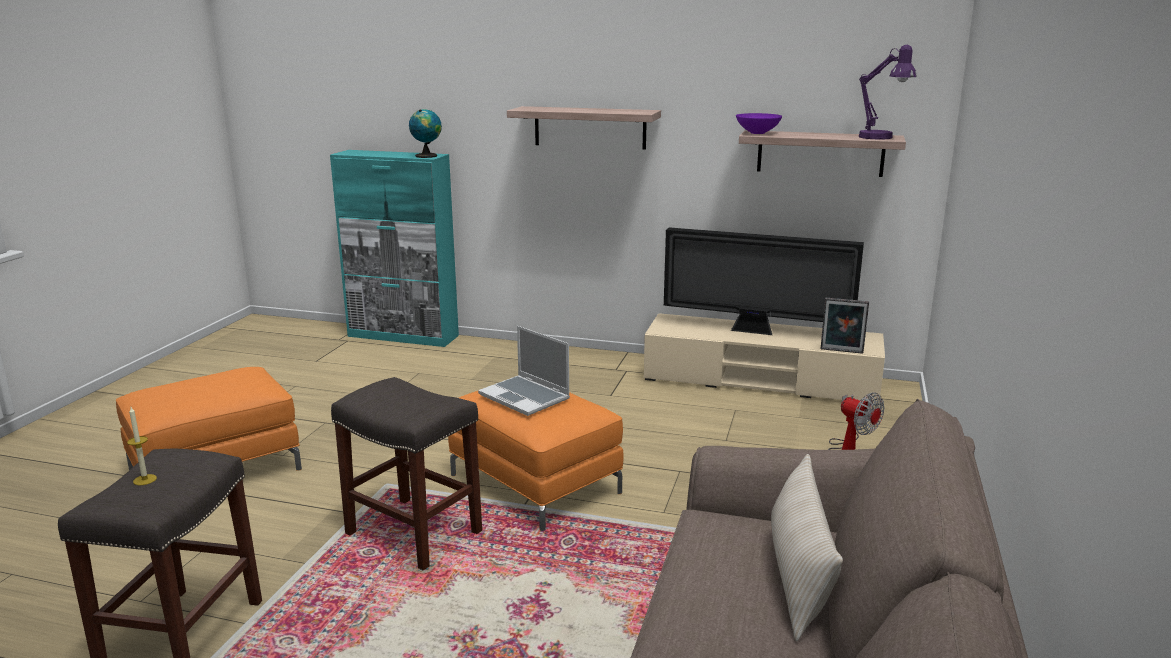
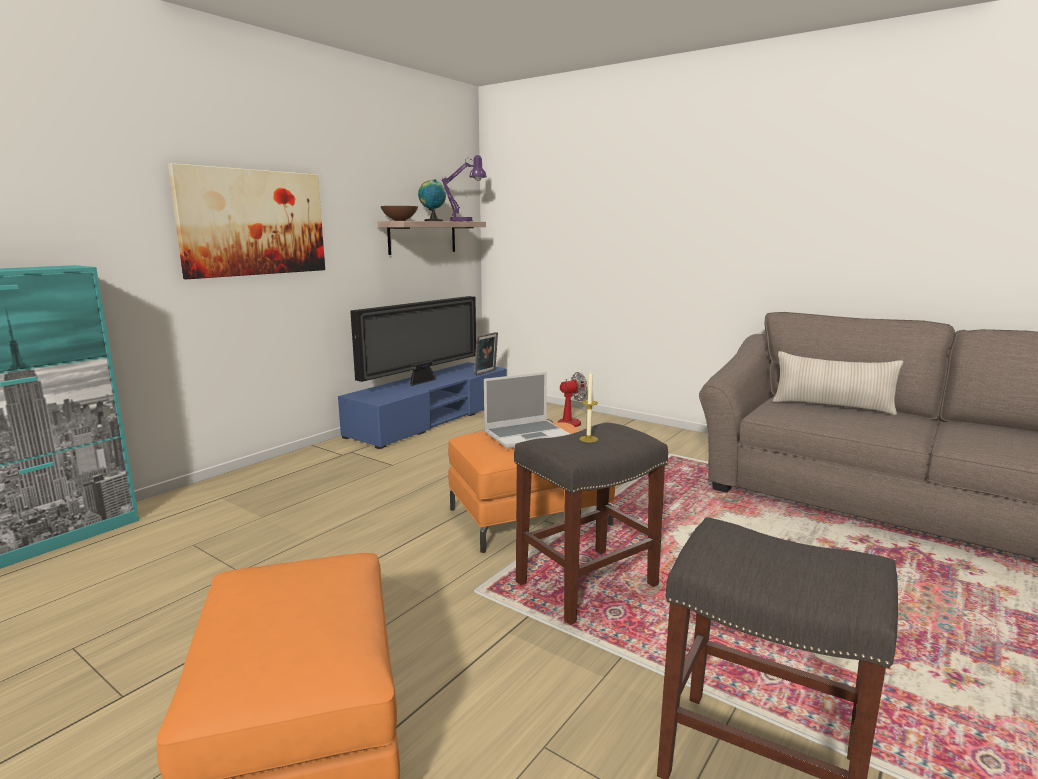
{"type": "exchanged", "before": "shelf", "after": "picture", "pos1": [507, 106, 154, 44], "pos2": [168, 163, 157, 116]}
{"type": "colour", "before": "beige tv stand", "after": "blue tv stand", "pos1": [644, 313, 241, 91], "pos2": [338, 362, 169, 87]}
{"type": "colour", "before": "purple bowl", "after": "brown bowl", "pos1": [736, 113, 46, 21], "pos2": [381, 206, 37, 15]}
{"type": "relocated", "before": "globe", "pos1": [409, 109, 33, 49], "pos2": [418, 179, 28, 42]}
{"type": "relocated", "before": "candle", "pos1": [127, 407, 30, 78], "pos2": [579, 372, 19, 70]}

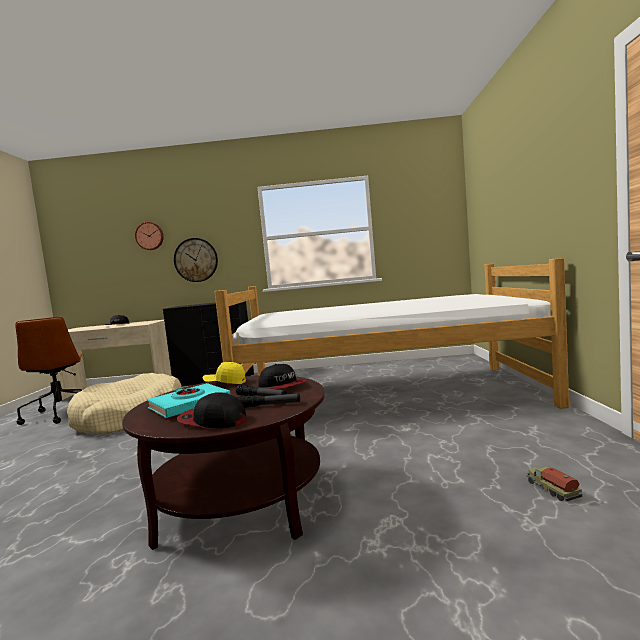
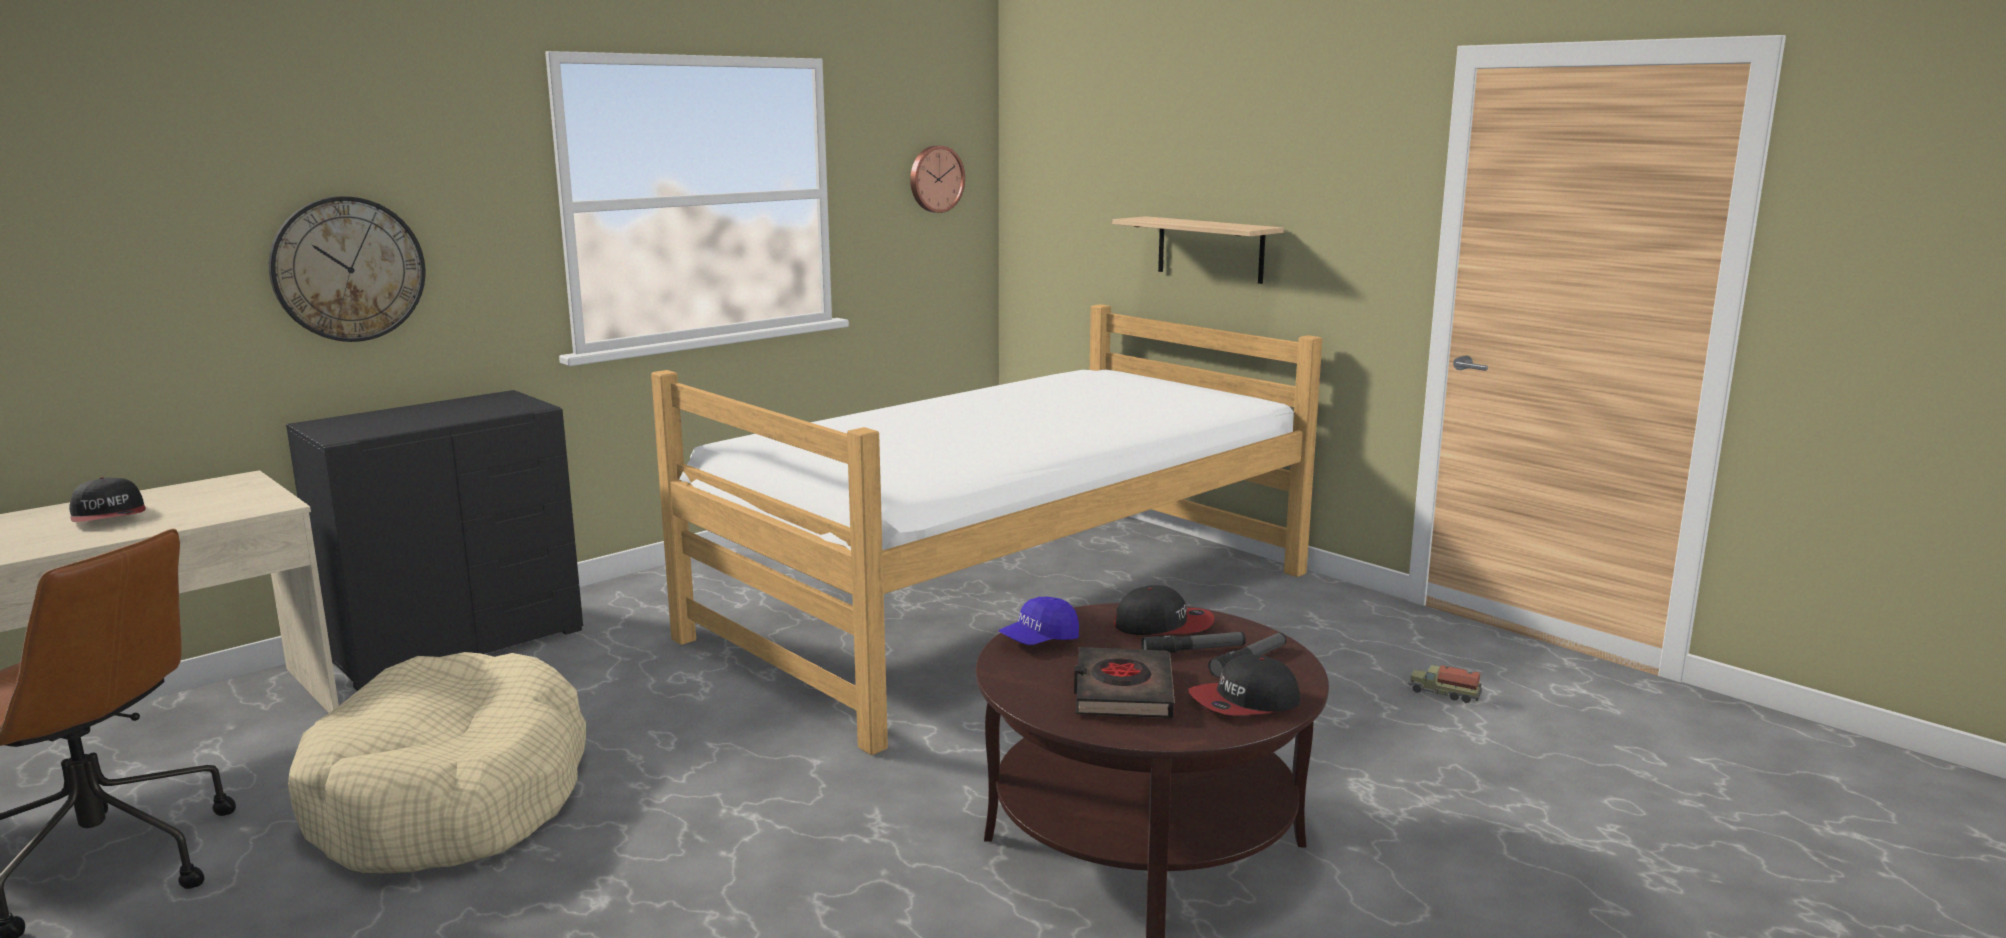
{"type": "relocated", "before": "wall clock", "pos1": [135, 222, 29, 28], "pos2": [910, 146, 55, 67]}
{"type": "colour", "before": "yellow cap", "after": "blue cap", "pos1": [203, 362, 43, 22], "pos2": [998, 597, 81, 48]}
{"type": "colour", "before": "turquoise book", "after": "black book", "pos1": [147, 383, 83, 35], "pos2": [1074, 647, 101, 71]}
{"type": "appeared", "after": "shelf", "pos2": [1112, 216, 172, 68]}

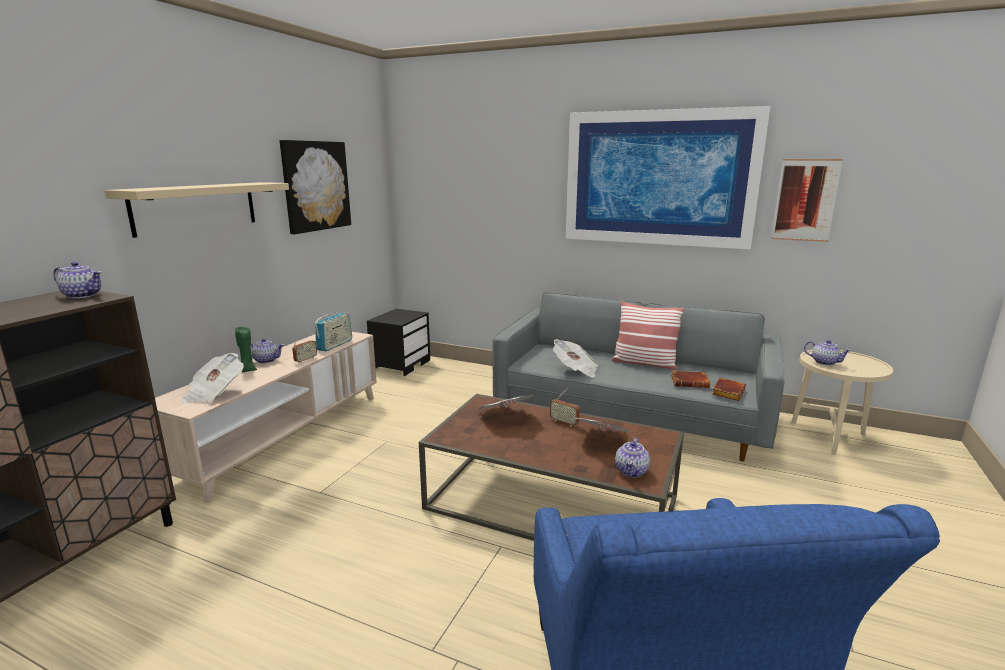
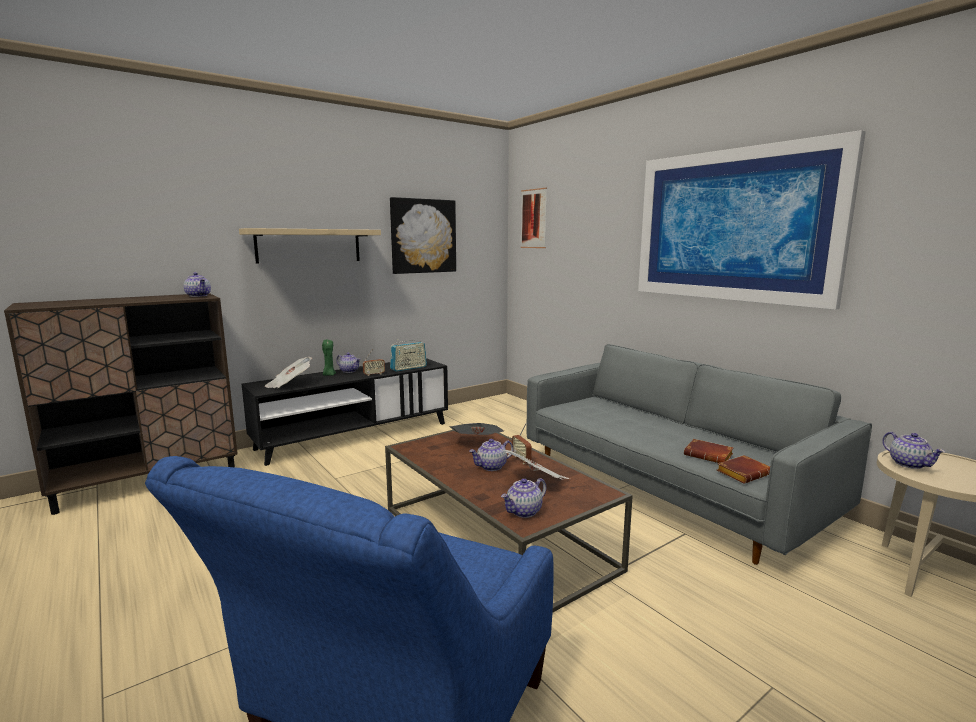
{"type": "colour", "before": "beige tv stand", "after": "black tv stand", "pos1": [155, 332, 222, 171], "pos2": [242, 358, 206, 108]}
{"type": "appeared", "after": "teapot", "pos2": [469, 439, 45, 32]}
{"type": "relocated", "before": "picture", "pos1": [771, 159, 72, 83], "pos2": [521, 188, 26, 60]}
{"type": "missing", "before": "black nightstand", "pos1": [367, 309, 63, 67]}
{"type": "missing", "before": "newspaper", "pos1": [553, 339, 45, 38]}
{"type": "missing", "before": "pillow", "pos1": [611, 301, 74, 69]}

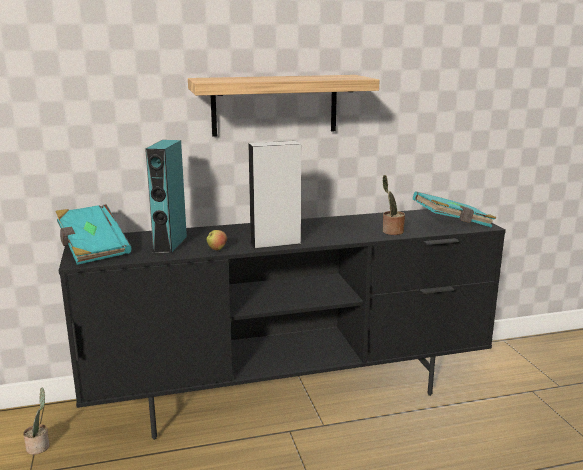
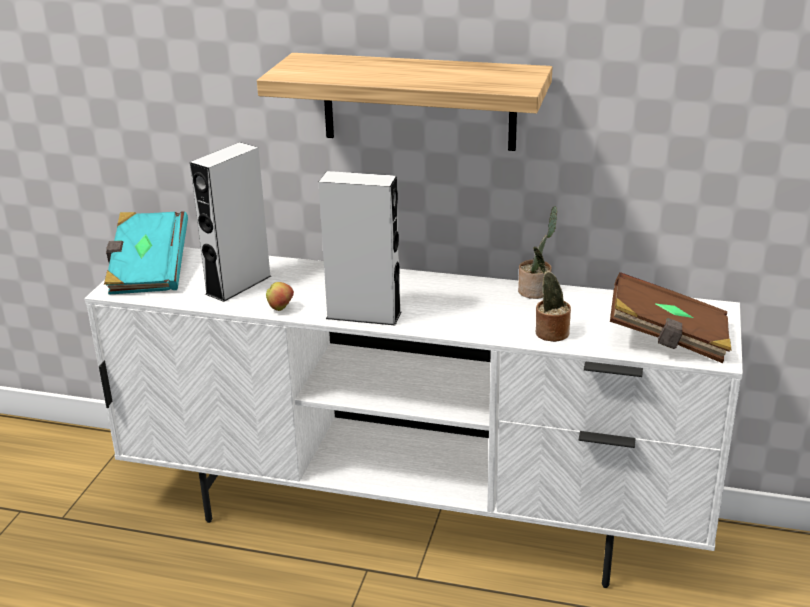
{"type": "colour", "before": "black tv stand", "after": "white tv stand", "pos1": [59, 209, 447, 231], "pos2": [84, 247, 659, 341]}
{"type": "colour", "before": "turquoise speaker", "after": "grey speaker", "pos1": [145, 140, 42, 114], "pos2": [190, 142, 81, 160]}
{"type": "relocated", "before": "potted plant", "pos1": [23, 388, 27, 67], "pos2": [518, 206, 39, 93]}
{"type": "colour", "before": "turquoise book", "after": "brown book", "pos1": [413, 191, 83, 37], "pos2": [610, 272, 122, 91]}

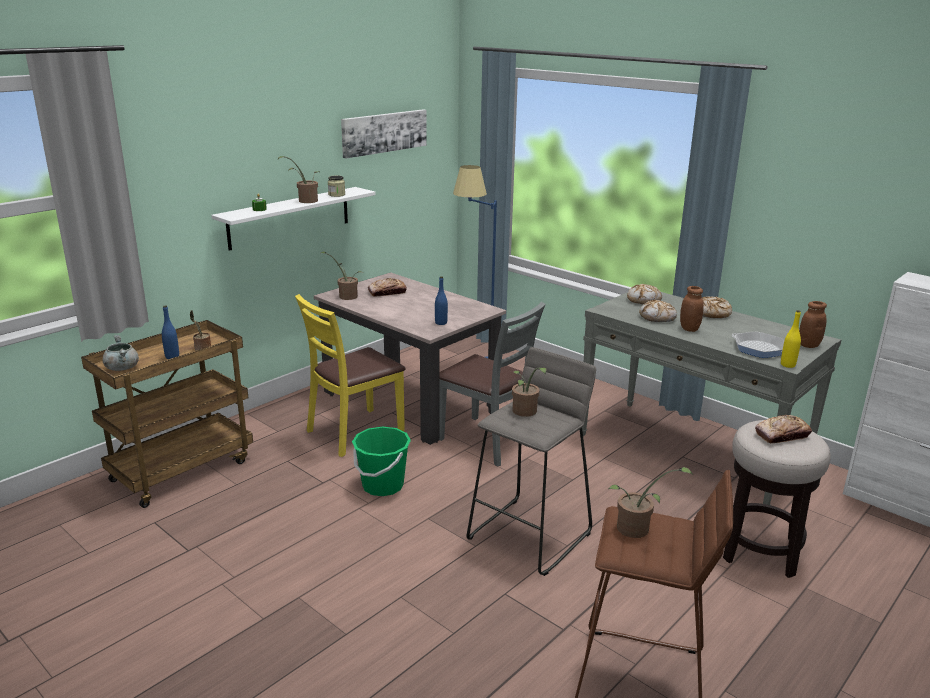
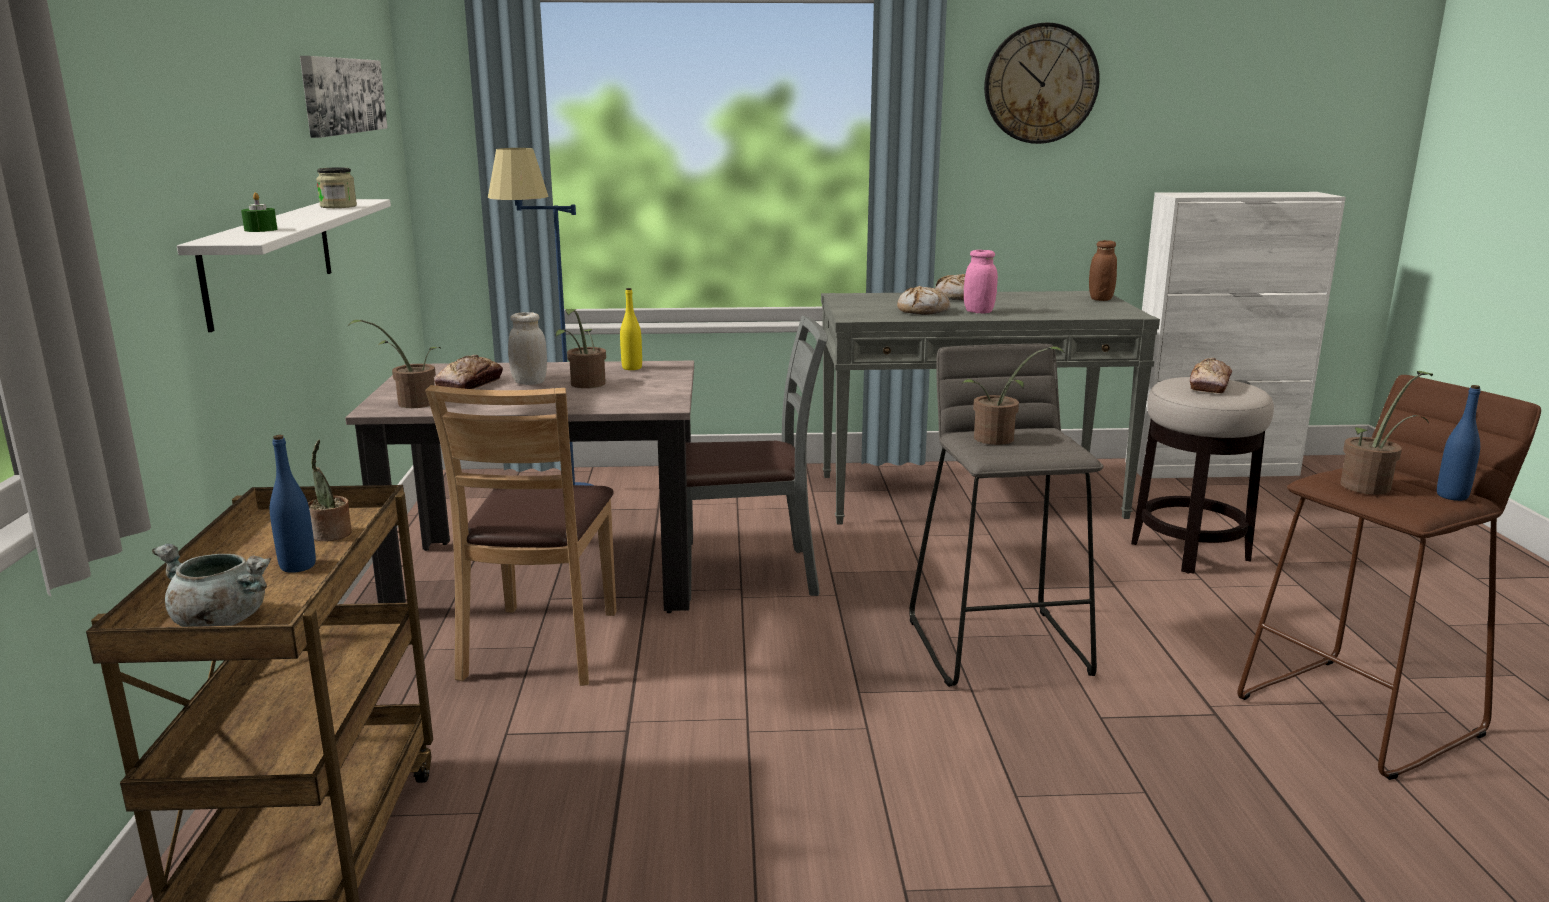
{"type": "colour", "before": "yellow chair", "after": "brown chair", "pos1": [295, 294, 111, 163], "pos2": [425, 385, 191, 301]}
{"type": "appeared", "after": "white jar", "pos2": [508, 312, 39, 73]}
{"type": "relocated", "before": "potted plant", "pos1": [278, 156, 40, 47], "pos2": [555, 308, 51, 80]}
{"type": "relocated", "before": "yellow bottle", "pos1": [781, 310, 20, 58], "pos2": [620, 288, 22, 82]}
{"type": "colour", "before": "brown jar", "after": "pink jar", "pos1": [680, 286, 24, 46], "pos2": [964, 250, 34, 63]}
{"type": "appeared", "after": "wall clock", "pos2": [984, 22, 116, 122]}
{"type": "relocated", "before": "blue bottle", "pos1": [435, 276, 13, 49], "pos2": [1437, 385, 44, 116]}
{"type": "missing", "before": "green bucket", "pos1": [352, 426, 59, 70]}
{"type": "missing", "before": "bread", "pos1": [627, 284, 35, 20]}
{"type": "missing", "before": "frying pan", "pos1": [732, 331, 52, 27]}

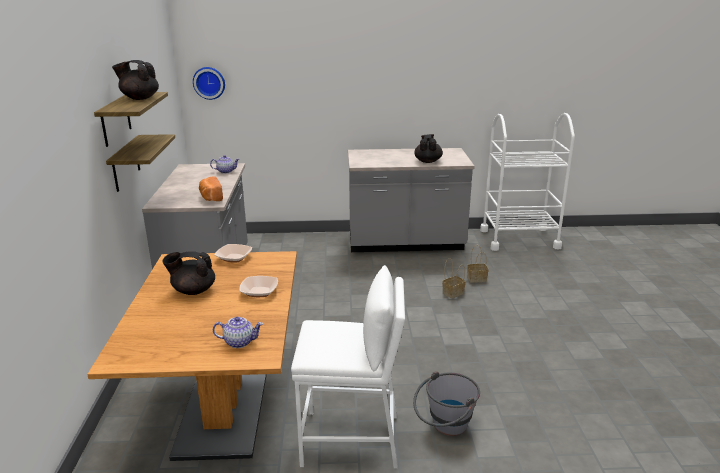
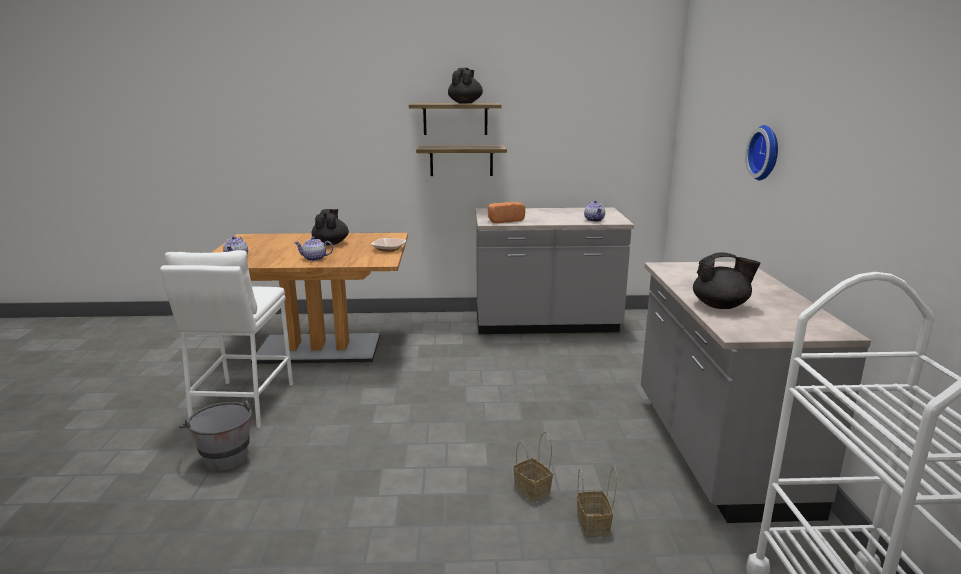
{"type": "exchanged", "before": "bowl", "after": "teapot", "pos1": [239, 276, 39, 21], "pos2": [294, 237, 39, 24]}
{"type": "relocated", "before": "wall clock", "pos1": [193, 67, 32, 33], "pos2": [746, 125, 32, 55]}

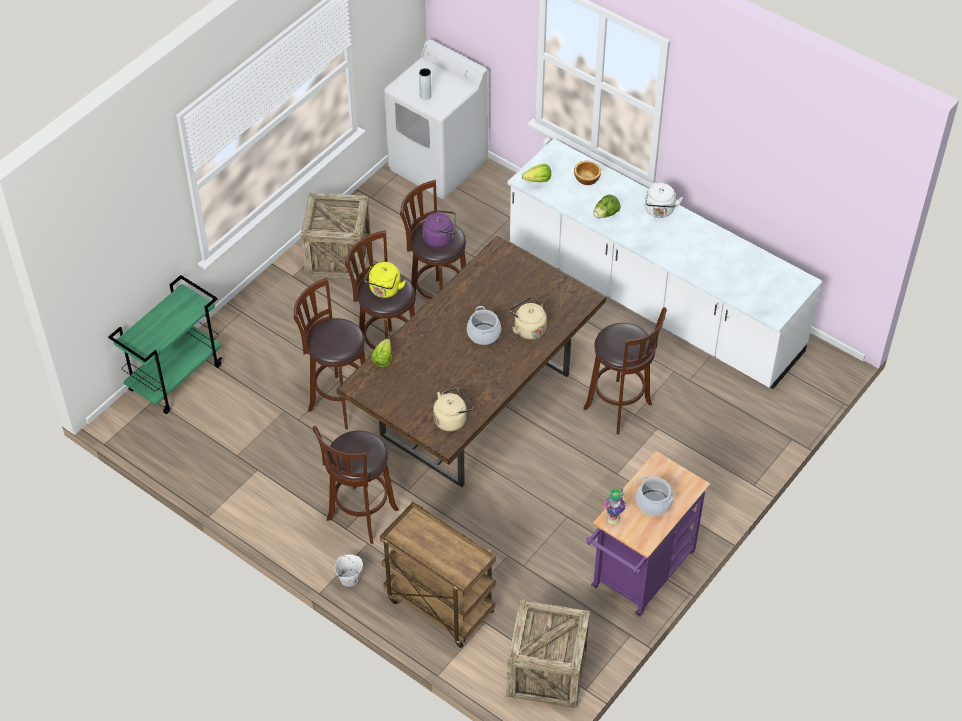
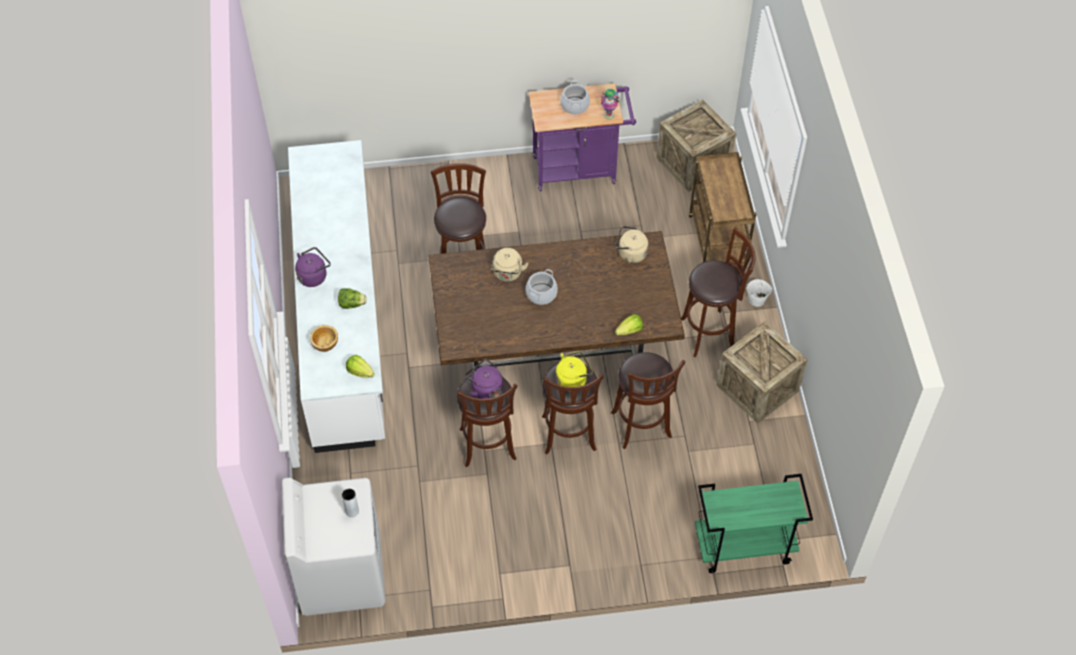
{"type": "colour", "before": "white kettle", "after": "purple kettle", "pos1": [645, 183, 38, 35], "pos2": [295, 247, 36, 40]}
{"type": "relocated", "before": "crate", "pos1": [301, 193, 70, 86], "pos2": [716, 321, 92, 103]}

